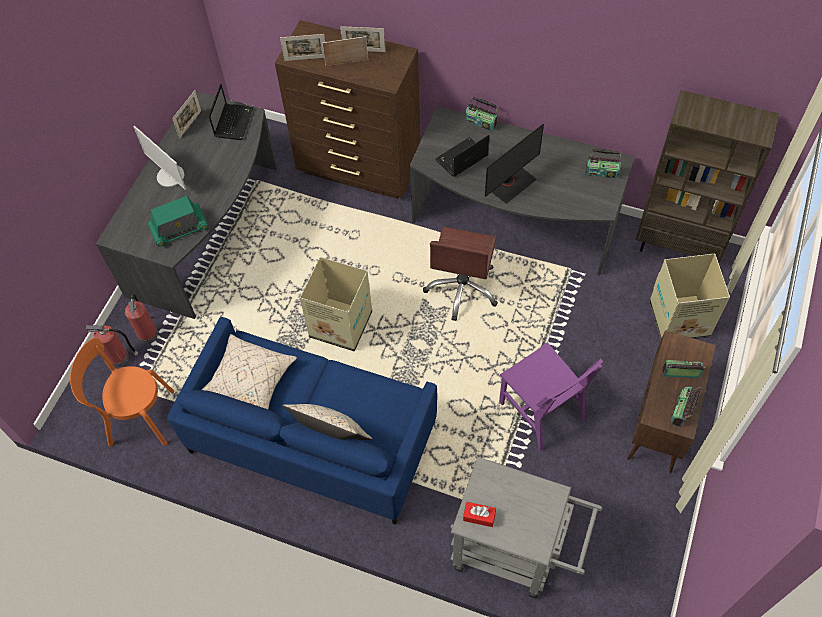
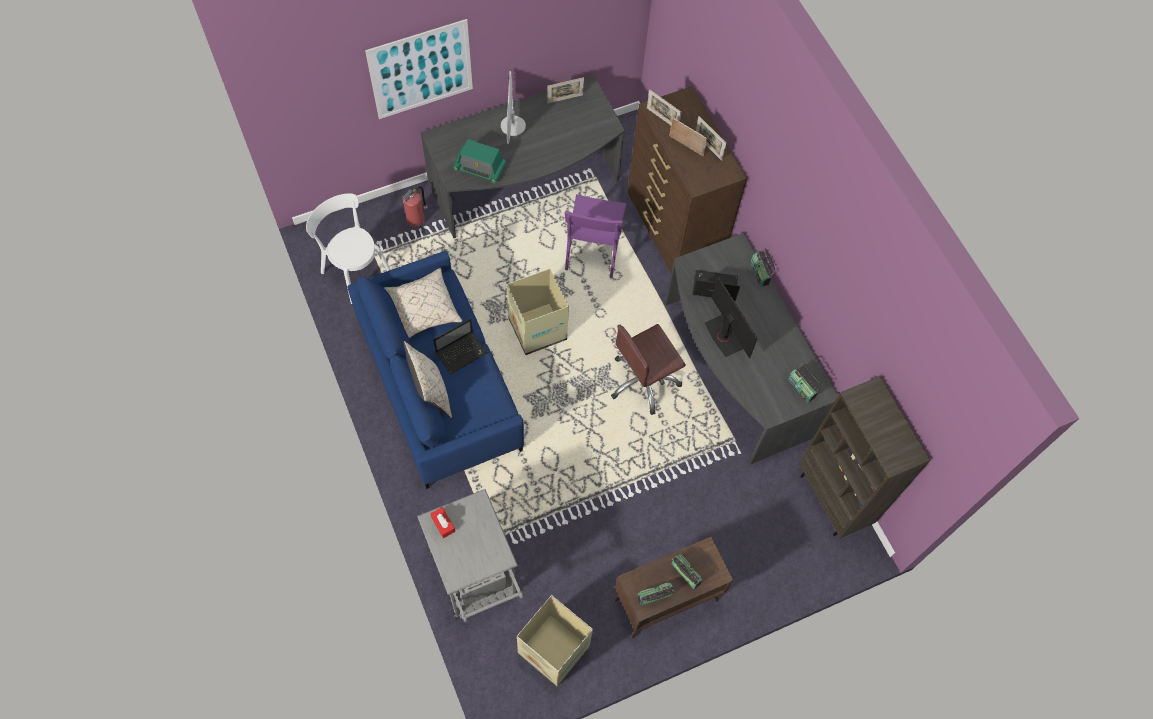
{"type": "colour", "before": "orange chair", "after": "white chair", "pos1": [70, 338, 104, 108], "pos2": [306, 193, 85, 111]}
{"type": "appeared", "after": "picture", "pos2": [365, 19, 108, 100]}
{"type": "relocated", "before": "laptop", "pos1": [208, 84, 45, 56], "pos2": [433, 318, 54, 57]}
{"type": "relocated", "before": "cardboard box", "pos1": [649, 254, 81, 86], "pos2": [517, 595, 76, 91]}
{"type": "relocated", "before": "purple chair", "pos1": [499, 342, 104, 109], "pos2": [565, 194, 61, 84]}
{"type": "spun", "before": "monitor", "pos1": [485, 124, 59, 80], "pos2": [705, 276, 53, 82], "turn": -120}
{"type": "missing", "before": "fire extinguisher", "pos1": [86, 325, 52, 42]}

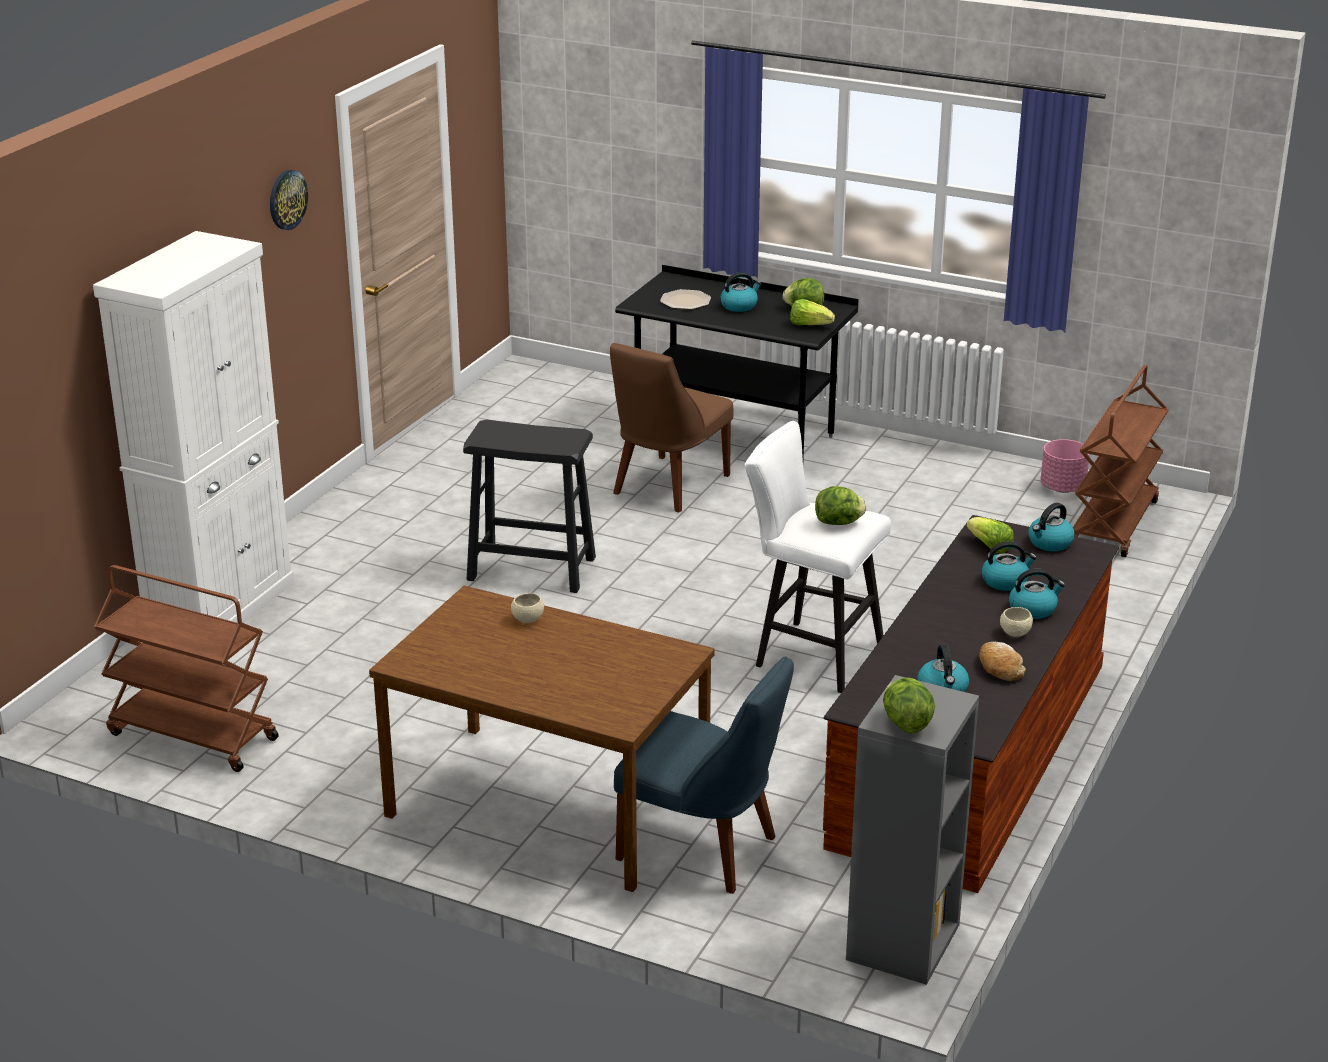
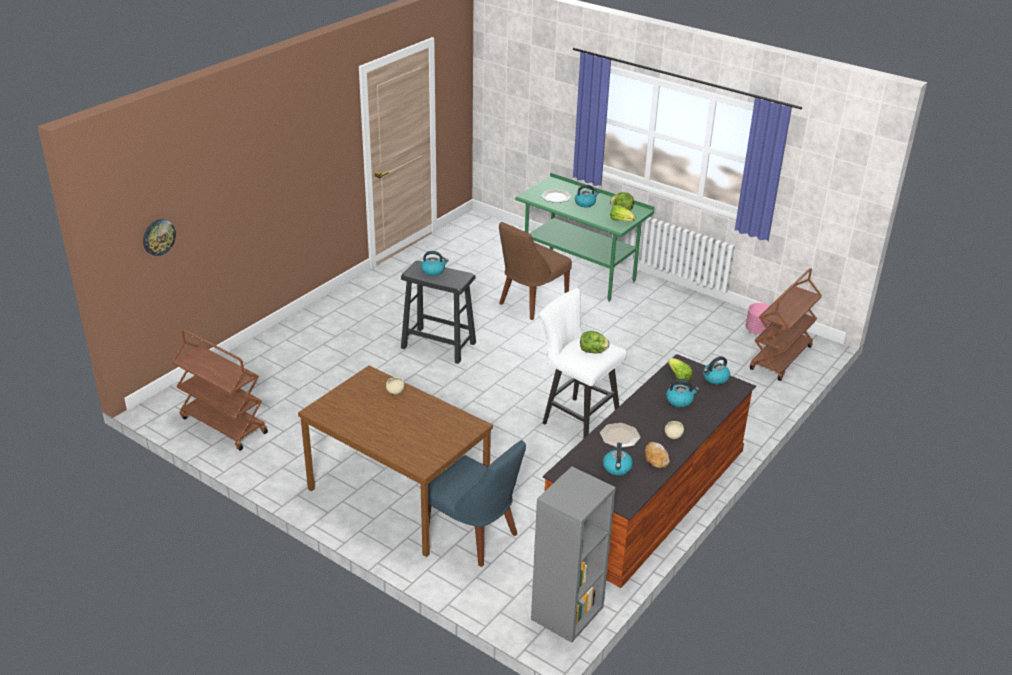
{"type": "relocated", "before": "wall clock", "pos1": [270, 170, 38, 60], "pos2": [143, 219, 33, 37]}
{"type": "relocated", "before": "kettle", "pos1": [1009, 569, 56, 50], "pos2": [421, 251, 27, 25]}
{"type": "colour", "before": "black desk", "after": "green desk", "pos1": [615, 265, 244, 193], "pos2": [515, 173, 139, 129]}
{"type": "appeared", "after": "plate", "pos2": [600, 423, 40, 25]}
{"type": "missing", "before": "white cabinet", "pos1": [93, 231, 201, 392]}
{"type": "missing", "before": "lettuce", "pos1": [883, 678, 52, 55]}

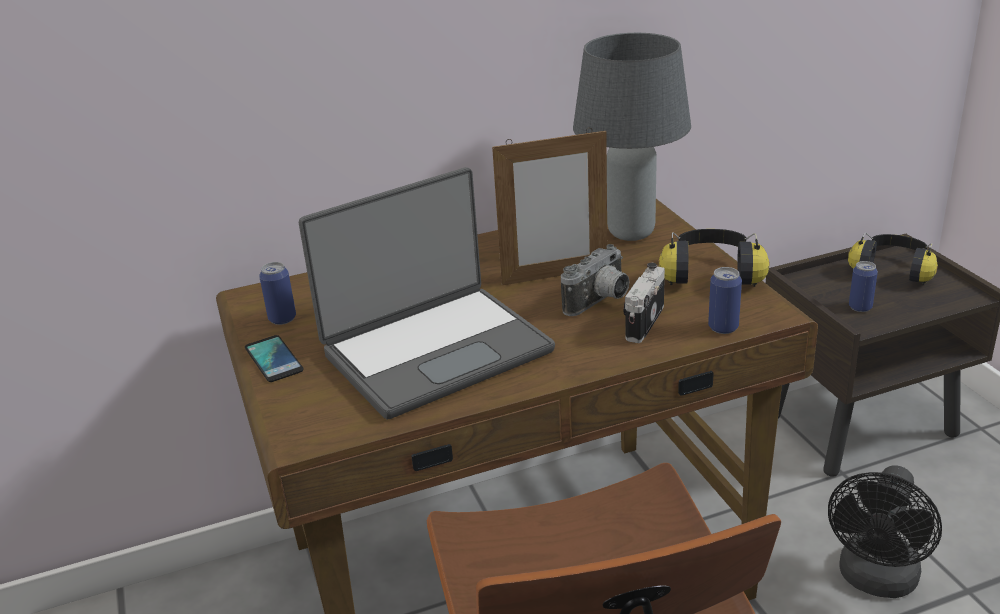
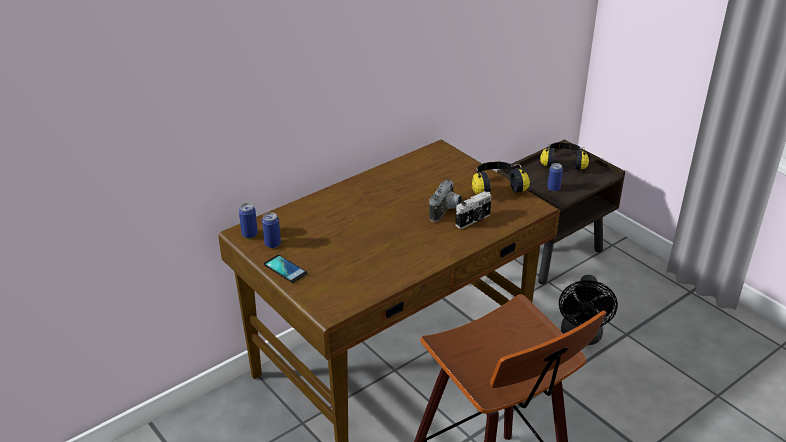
{"type": "relocated", "before": "can", "pos1": [708, 267, 34, 67], "pos2": [239, 203, 19, 35]}
{"type": "spun", "before": "photo camera", "pos1": [624, 262, 41, 81], "pos2": [455, 191, 37, 38], "turn": -135}
{"type": "missing", "before": "laptop", "pos1": [299, 167, 256, 253]}
{"type": "missing", "before": "picture frame", "pos1": [492, 128, 115, 157]}
{"type": "missing", "before": "grey table lamp", "pos1": [573, 33, 118, 208]}

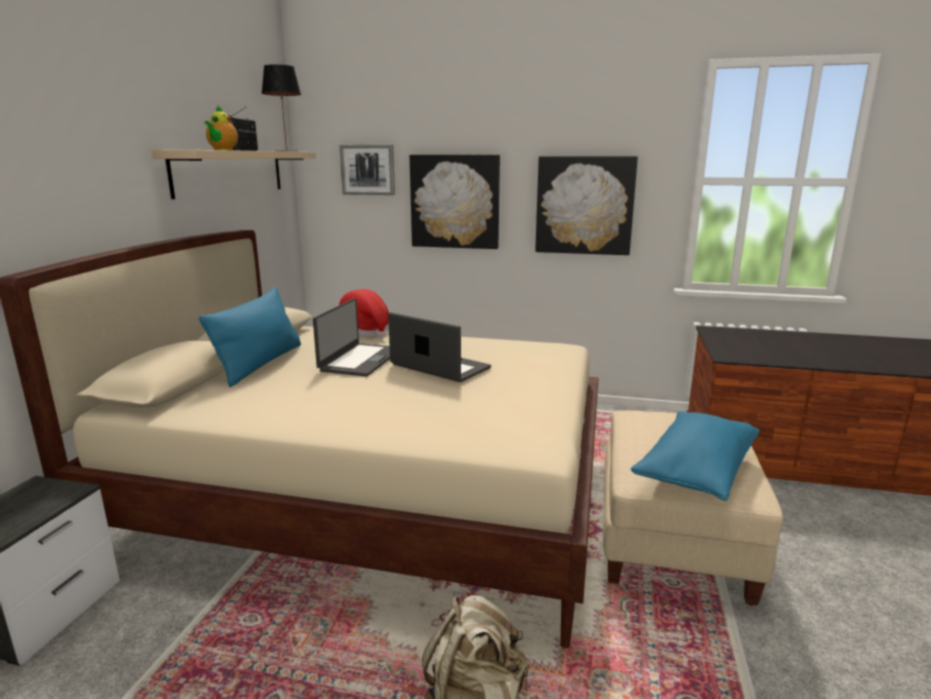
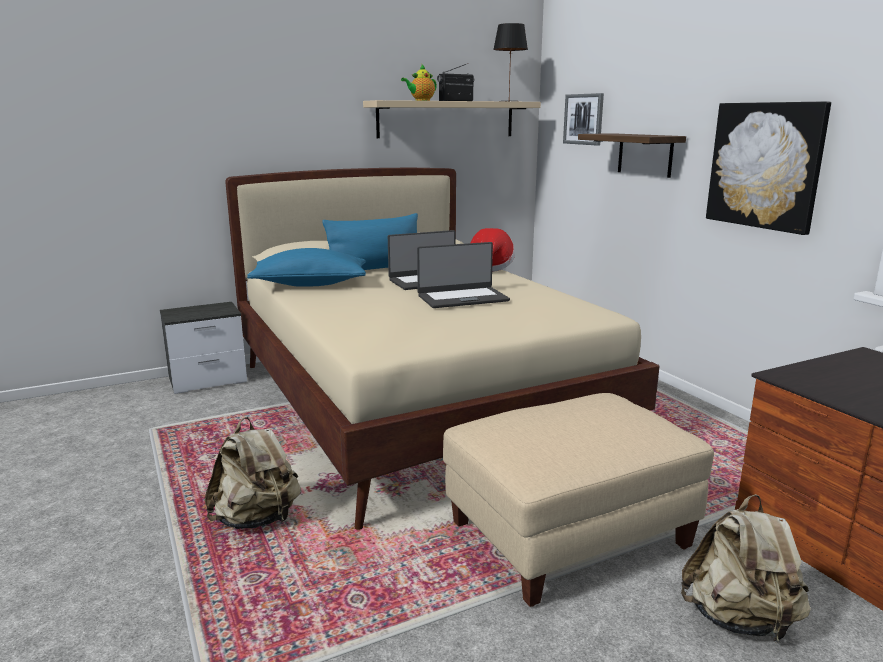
{"type": "relocated", "before": "blue pillow", "pos1": [631, 411, 128, 90], "pos2": [247, 248, 119, 39]}
{"type": "spun", "before": "laptop", "pos1": [388, 312, 103, 70], "pos2": [417, 242, 93, 66], "turn": 75}
{"type": "exchanged", "before": "picture", "after": "shelf", "pos1": [409, 155, 91, 94], "pos2": [578, 133, 108, 45]}
{"type": "appeared", "after": "beige backpack", "pos2": [681, 494, 130, 147]}

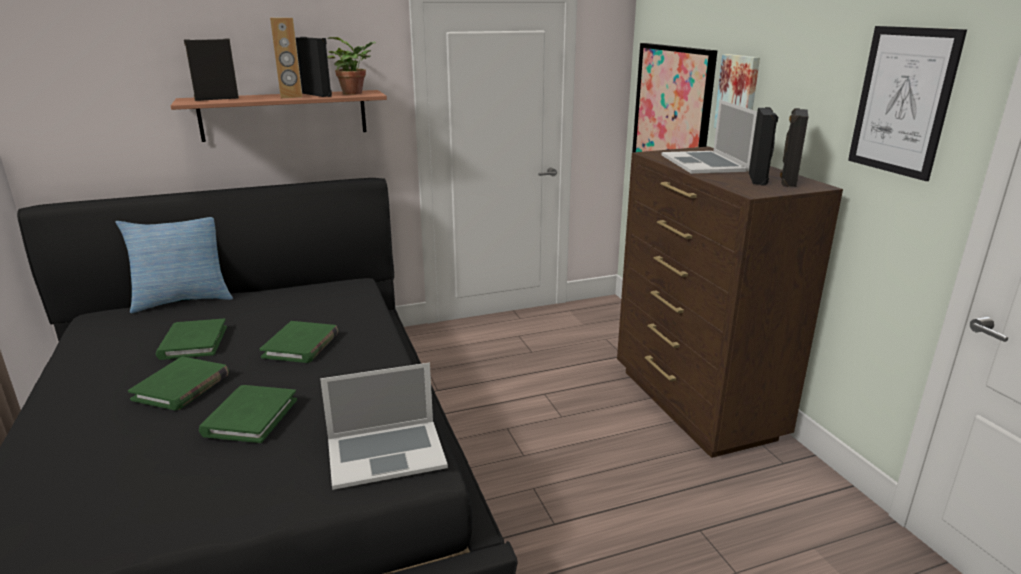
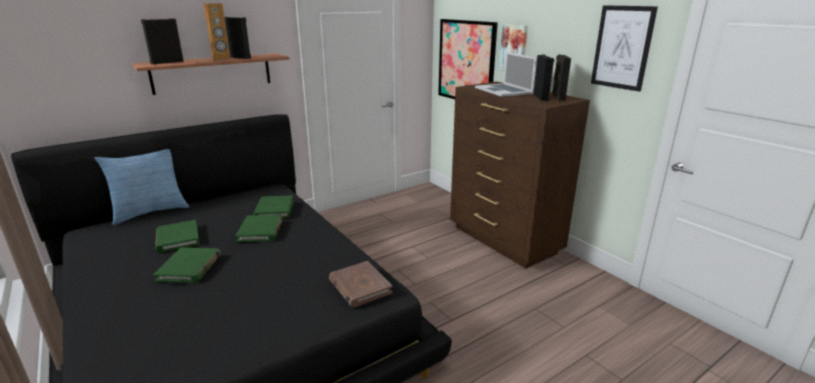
{"type": "relocated", "before": "green book", "pos1": [199, 385, 98, 58], "pos2": [253, 195, 41, 23]}
{"type": "exchanged", "before": "laptop", "after": "brown book", "pos1": [320, 363, 128, 127], "pos2": [329, 261, 64, 47]}
{"type": "missing", "before": "potted plant", "pos1": [327, 37, 49, 58]}

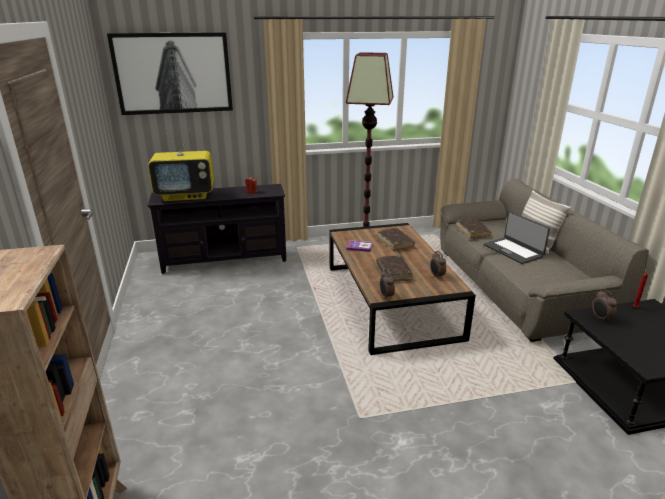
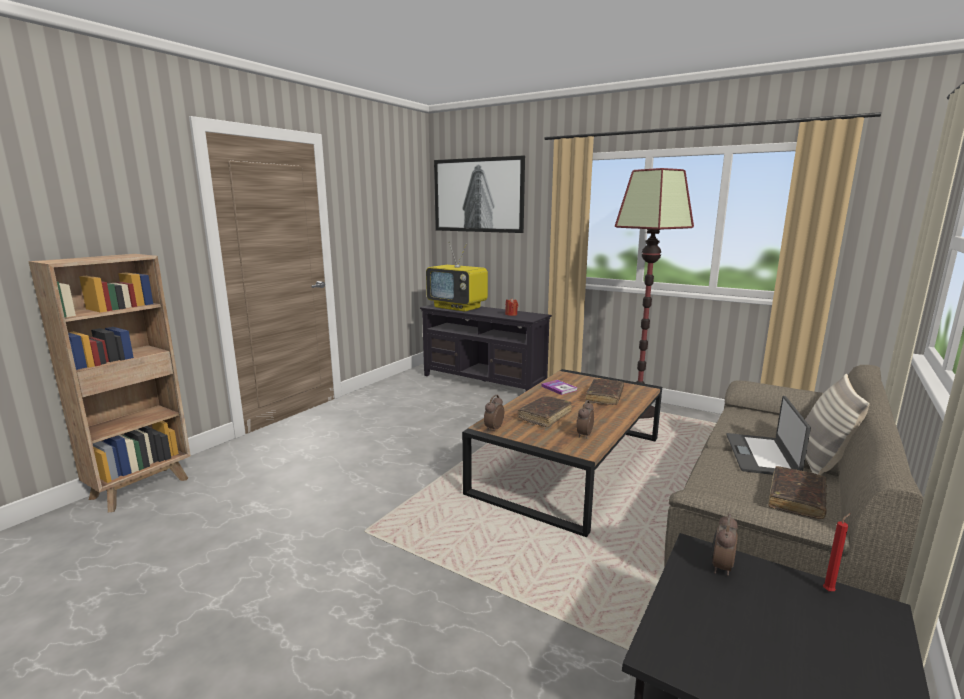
{"type": "relocated", "before": "brown book", "pos1": [456, 218, 35, 21], "pos2": [768, 466, 59, 53]}

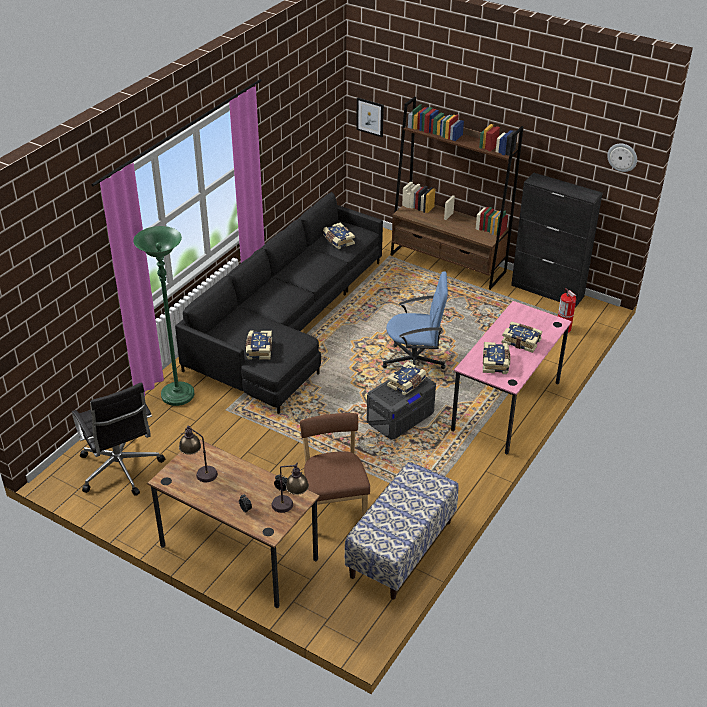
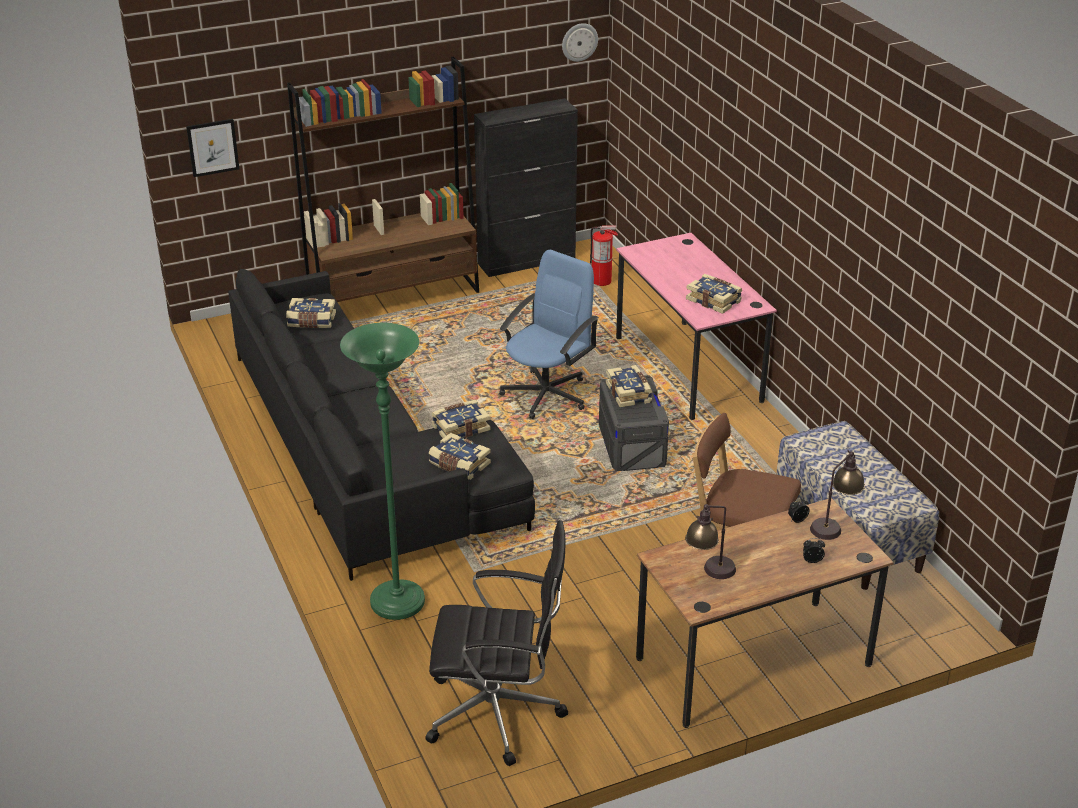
{"type": "relocated", "before": "book", "pos1": [501, 322, 41, 31], "pos2": [431, 400, 59, 38]}

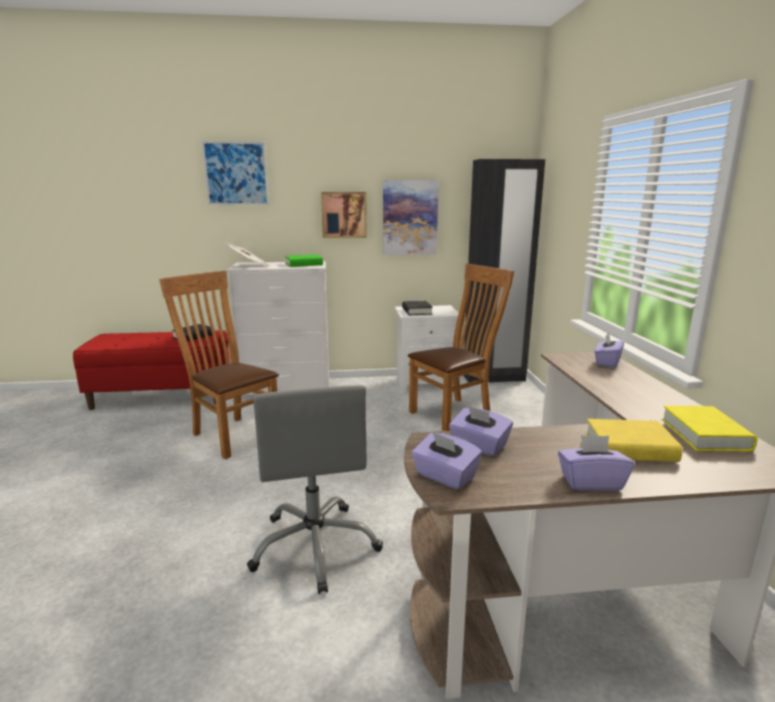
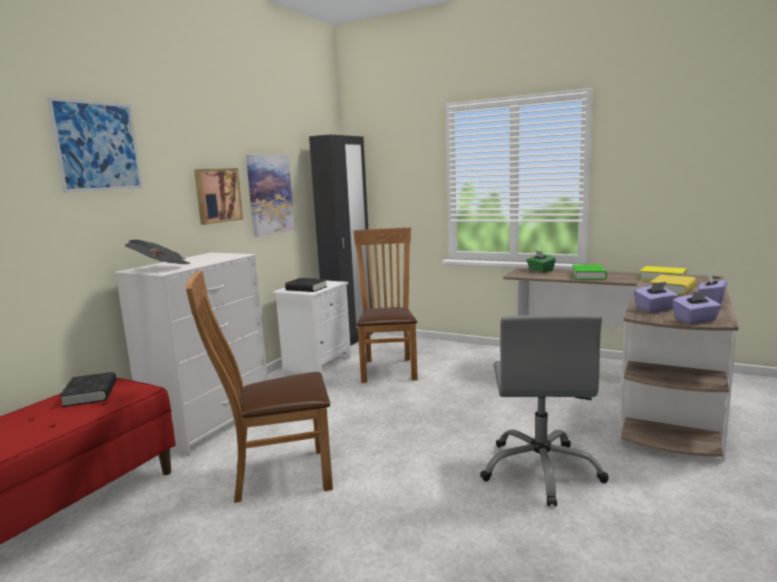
{"type": "spun", "before": "grey office chair", "pos1": [247, 385, 136, 209], "pos2": [480, 315, 129, 192], "turn": 75}
{"type": "colour", "before": "purple tissue box", "after": "green tissue box", "pos1": [595, 333, 29, 34], "pos2": [526, 250, 30, 22]}
{"type": "relocated", "before": "green book", "pos1": [285, 254, 38, 13], "pos2": [572, 264, 35, 16]}

